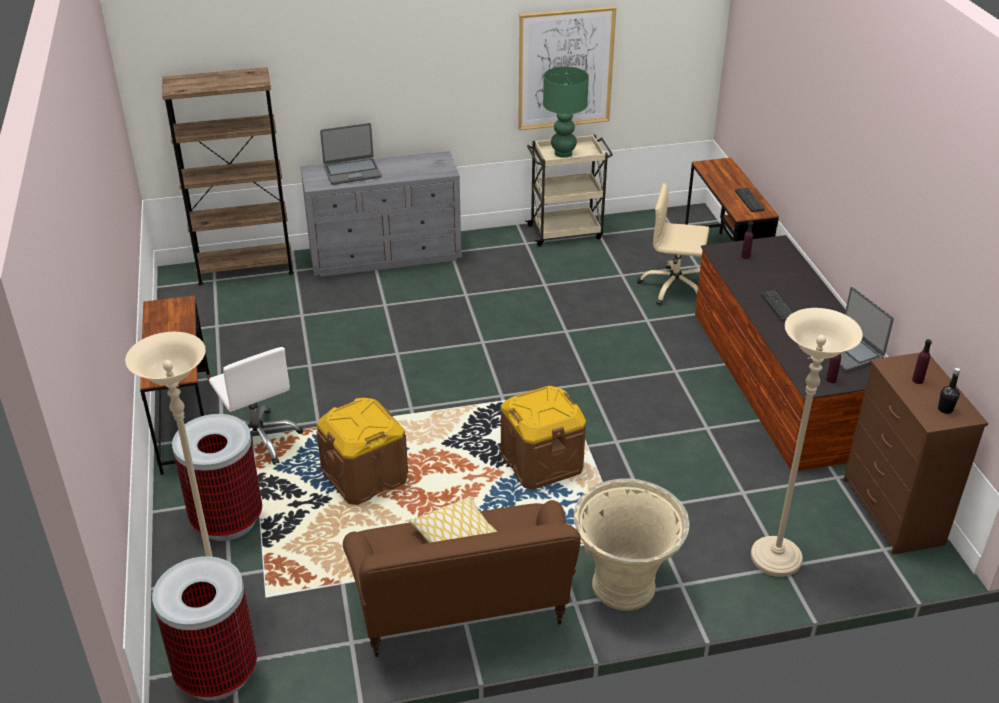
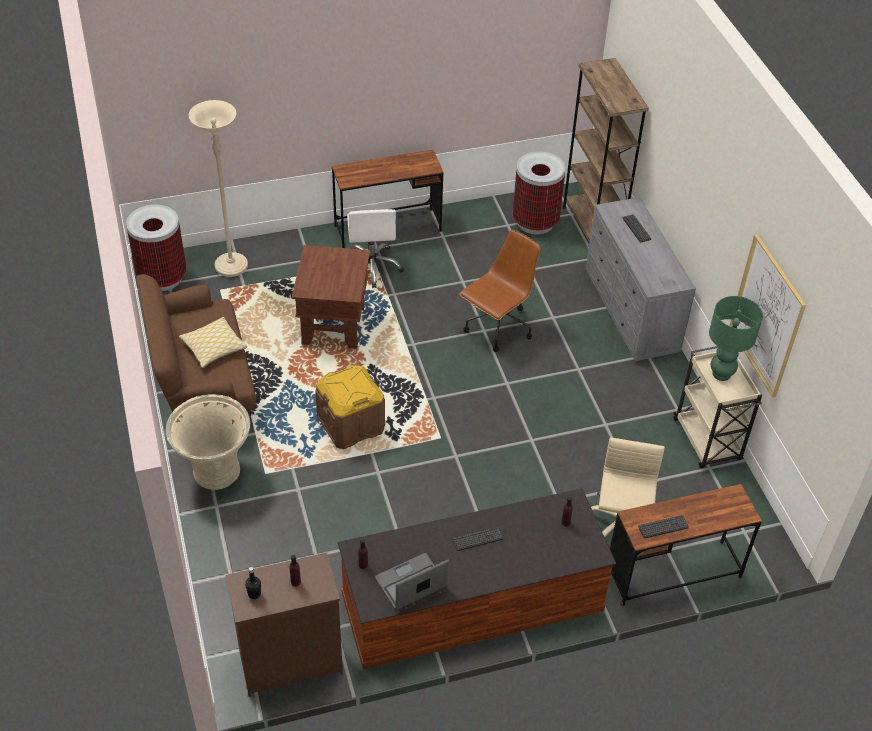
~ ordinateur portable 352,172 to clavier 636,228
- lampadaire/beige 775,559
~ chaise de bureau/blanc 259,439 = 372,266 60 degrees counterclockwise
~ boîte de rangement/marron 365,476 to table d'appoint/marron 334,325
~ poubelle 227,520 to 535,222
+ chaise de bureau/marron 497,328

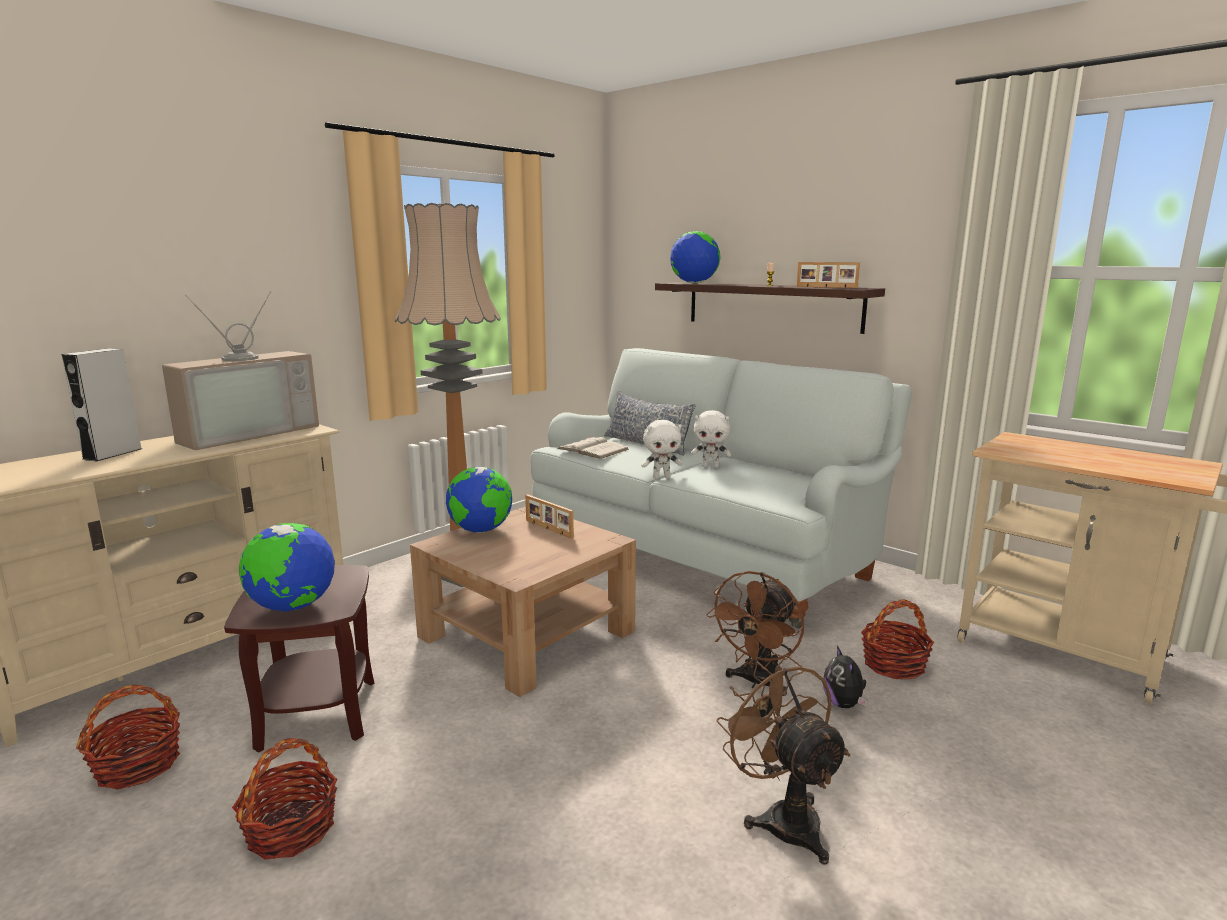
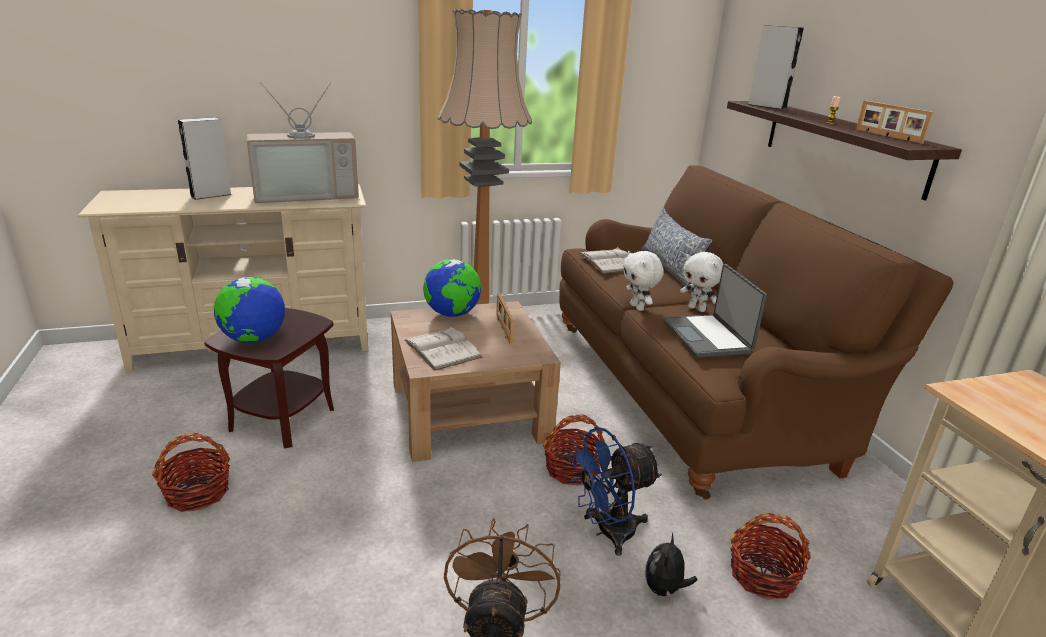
~ globe 694,283 to enceinte/gris 767,106
~ canapé/blanc 704,554 to canapé/marron 694,391
~ peluche/blanc 661,477 = 638,307 45 degrees clockwise
~ ventilateur/marron 757,682 to ventilateur/bleu 607,532
~ panier 138,765 to 572,469
+ ordinateur portable 708,337
+ livre/blanc 442,349

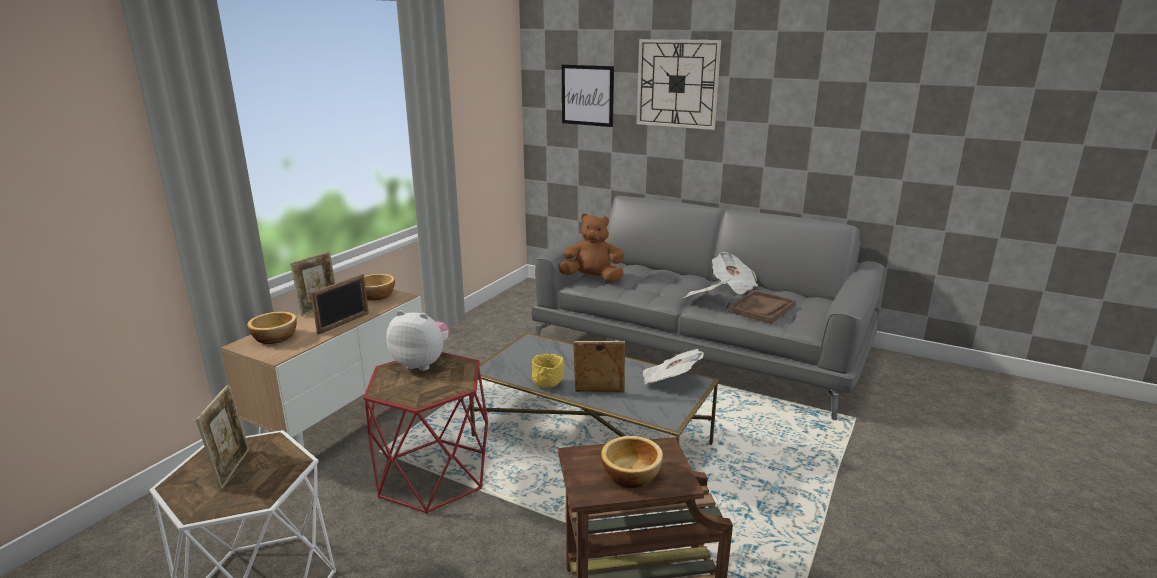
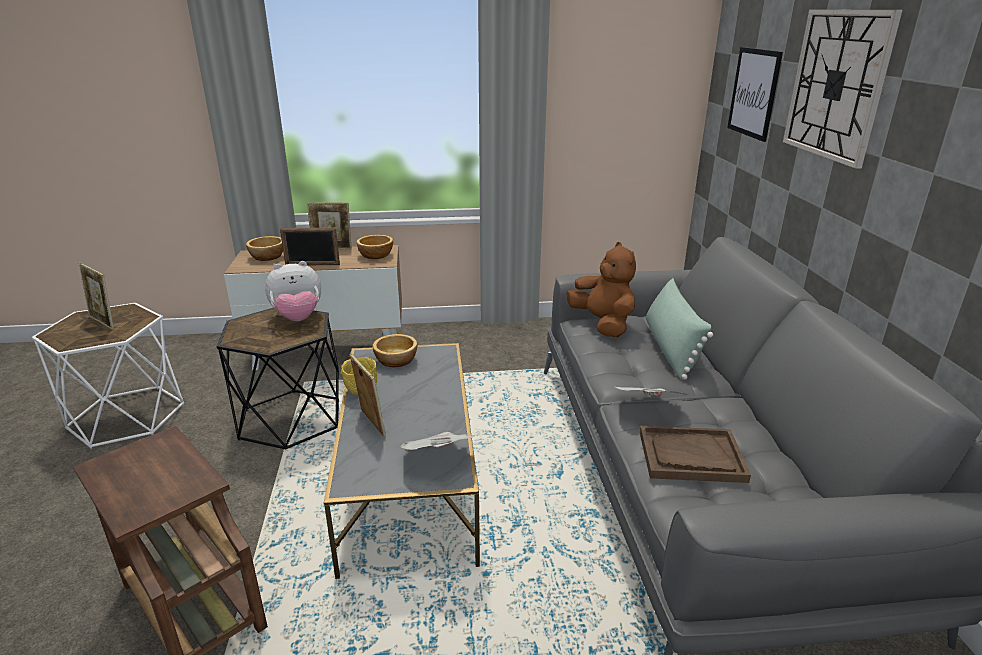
- journal 733,285
~ peluche 421,363 = 298,318 90 degrees clockwise
~ table d'appoint/rouge 434,475 to table d'appoint/noir 290,419
~ cadre photo 232,468 = 103,322 75 degrees clockwise
~ bol 631,474 to 397,360
+ coussin/vert 671,348

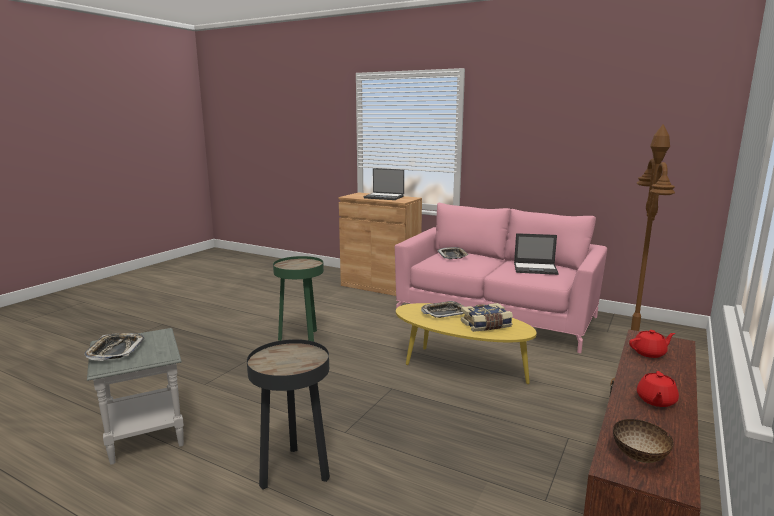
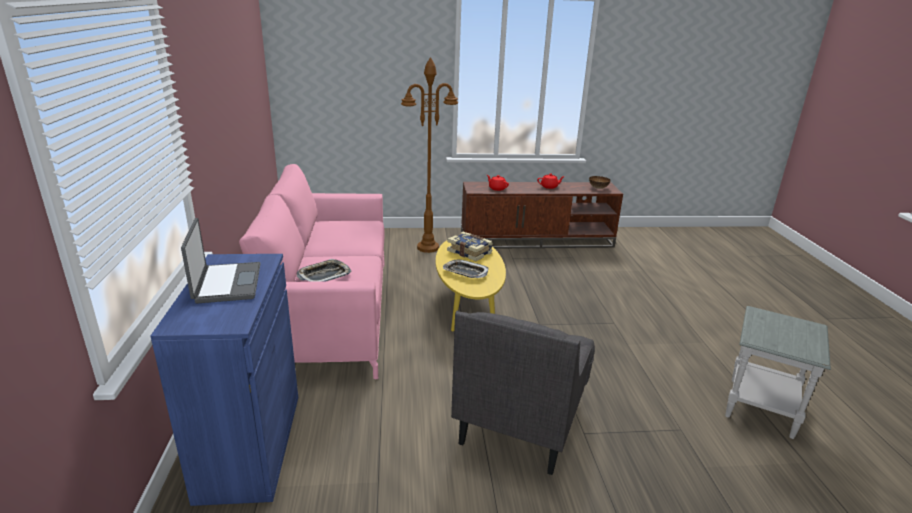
~ meuble de rangement/marron 380,286 to meuble de rangement/bleu 250,445
- ordinateur portable 536,269
~ table d'appoint/vert 302,339 to fauteuil/gris 521,420
- plateau 115,350
- table d'appoint/noir 294,472

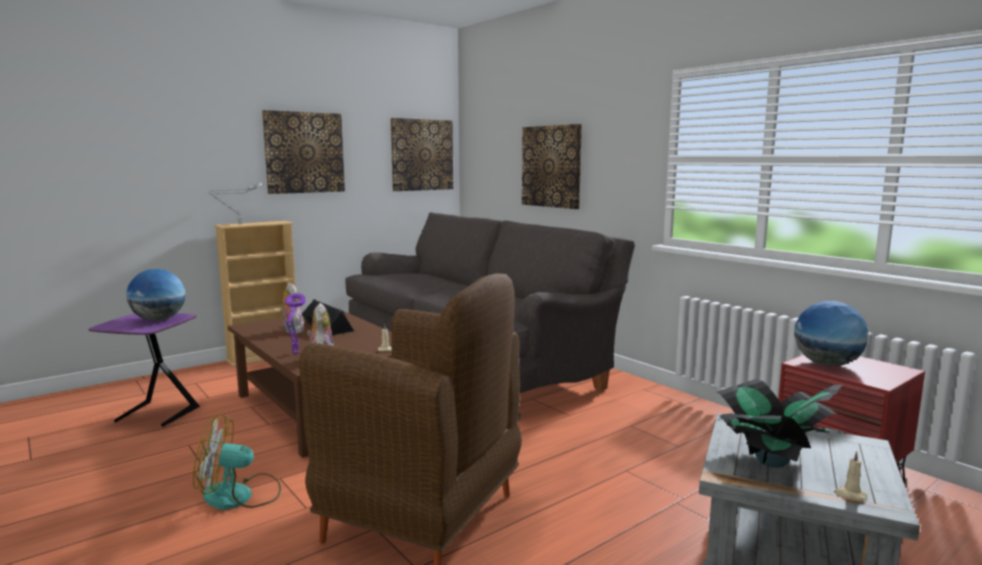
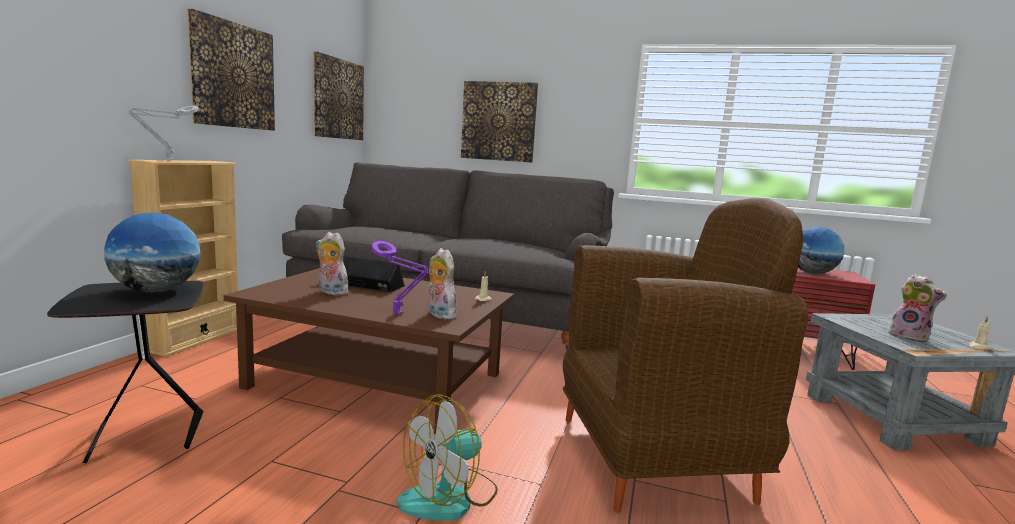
~ table d'appoint/violet 156,415 to table d'appoint/noir 147,437
~ plante en pot 771,462 to peluche 910,337

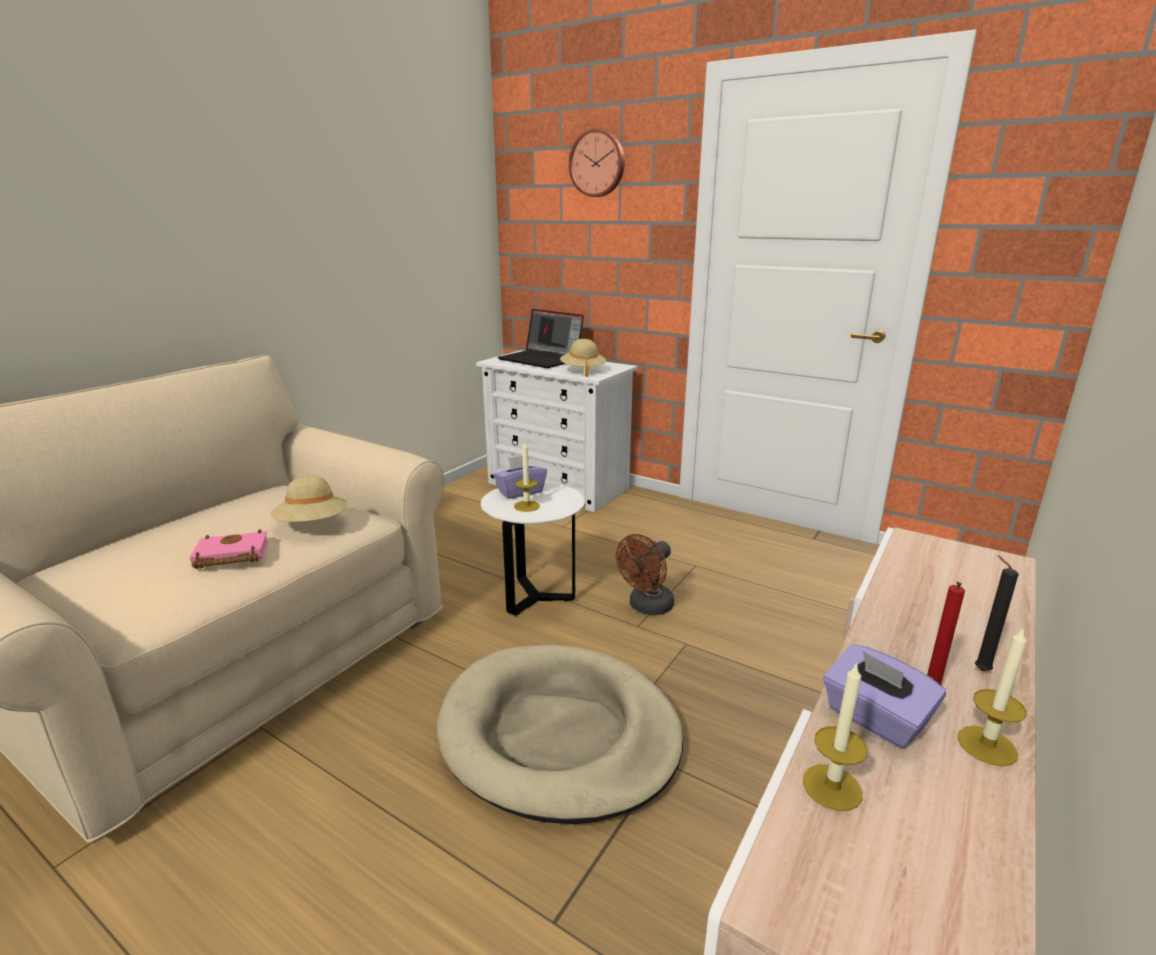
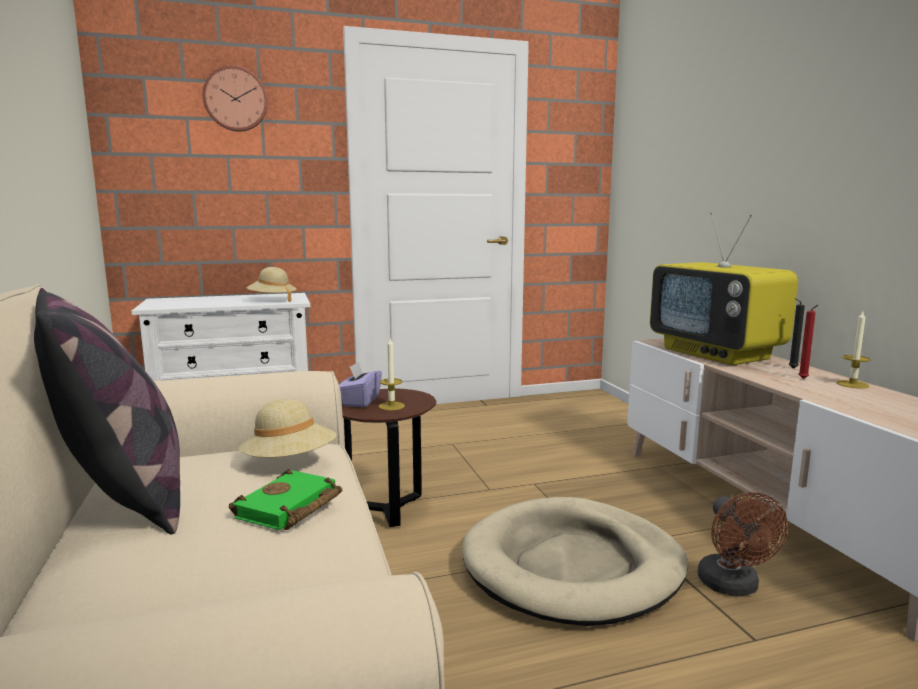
- ordinateur portable 542,359
~ table d'appoint/blanc 535,598 to table d'appoint/marron 388,509
~ livre/rose 229,556 to livre/vert 289,509
~ ventilateur/marron 647,607 to 733,587
- boîte à mouchoirs/violet 874,718
- bougie 832,787
+ téléviseur 717,354
+ coussin 124,496

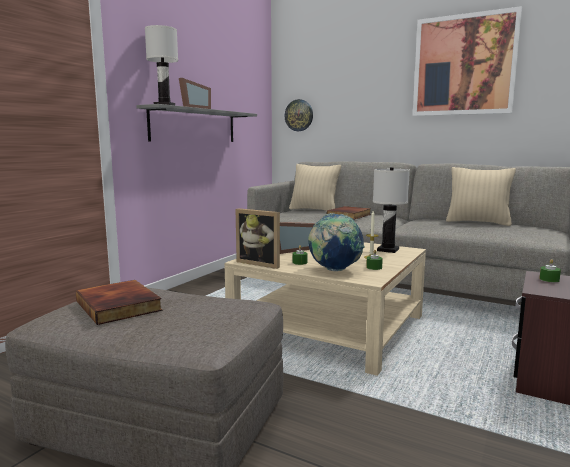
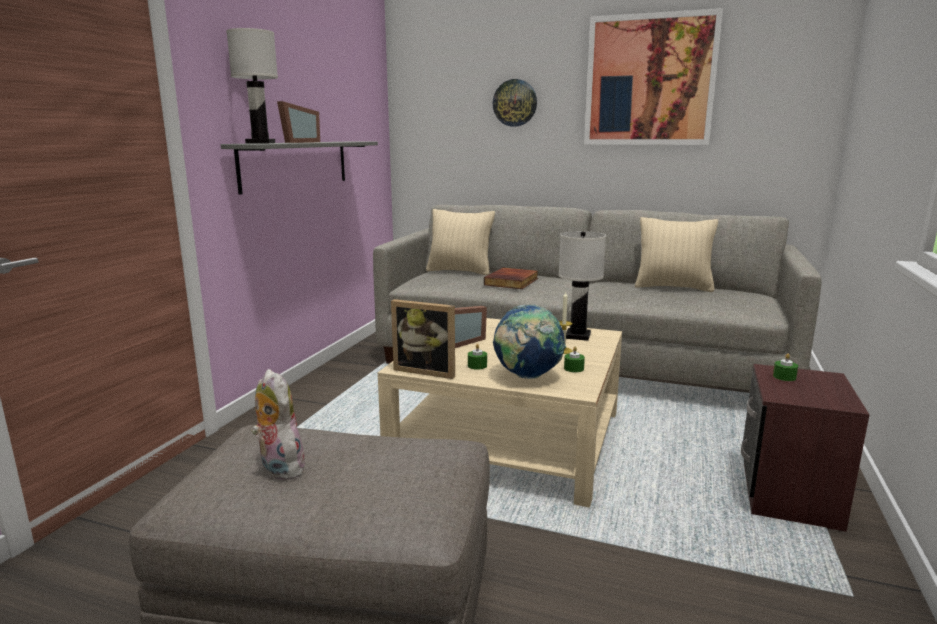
~ horloge murale 299,115 to 515,103
~ livre 120,305 to peluche 278,468

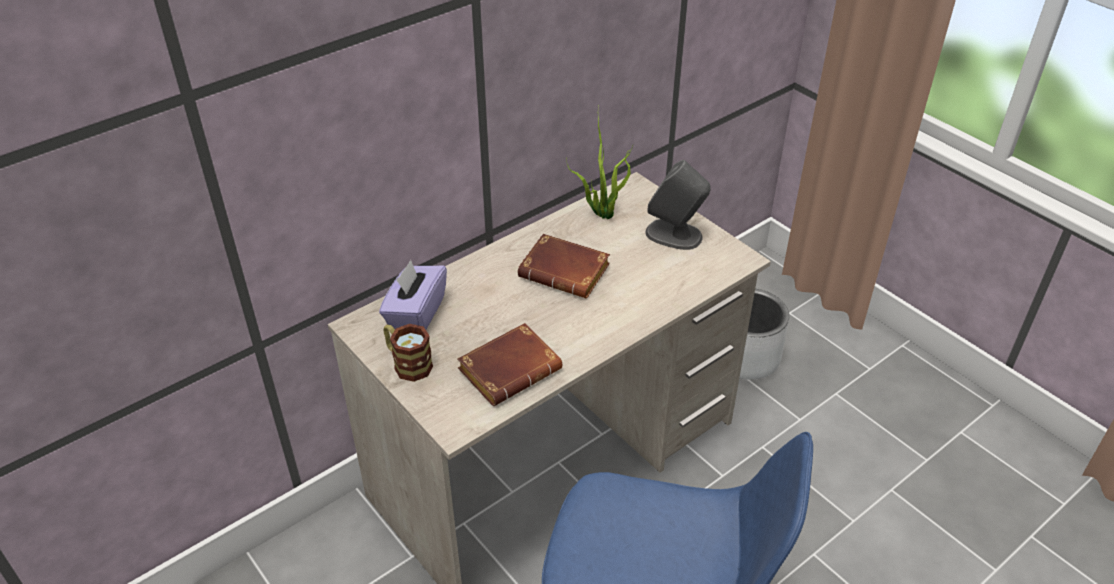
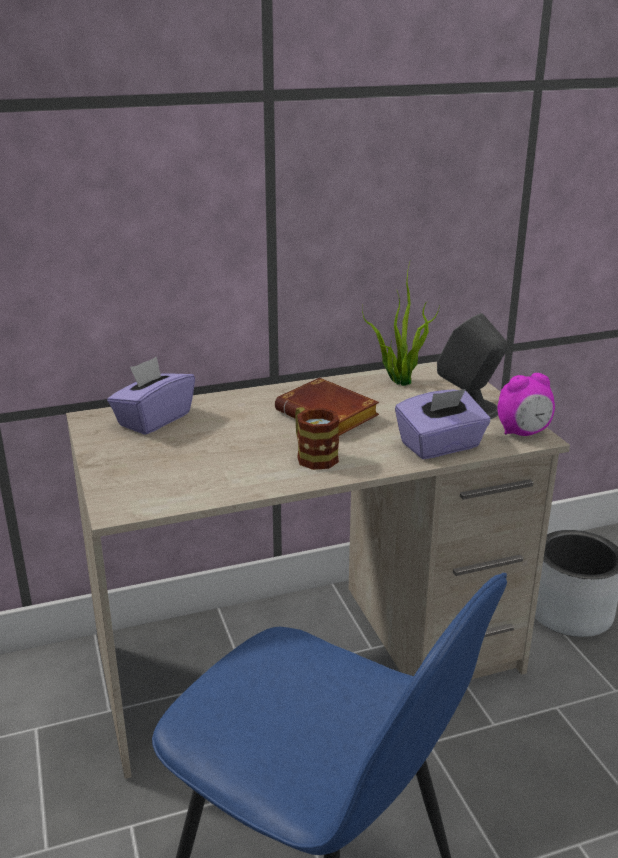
- livre/marron 510,368
~ mug 407,363 to 312,455
+ réveil 523,433
+ boîte à mouchoirs/violet 440,446

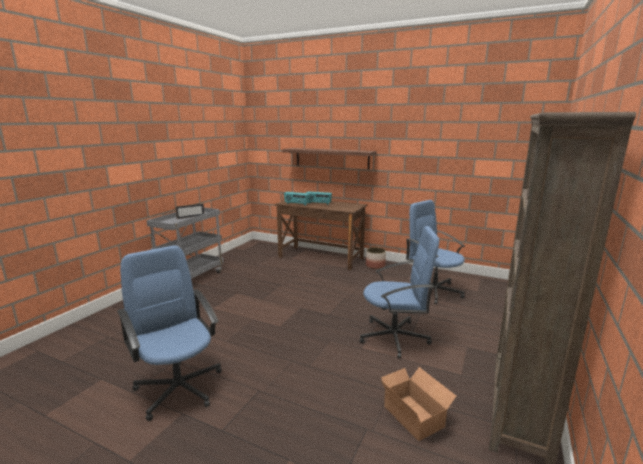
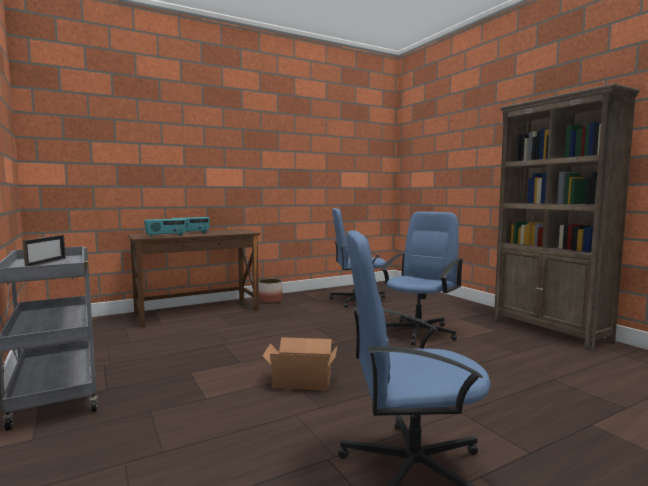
- étagère 331,158
~ carton 414,415 to 301,380

